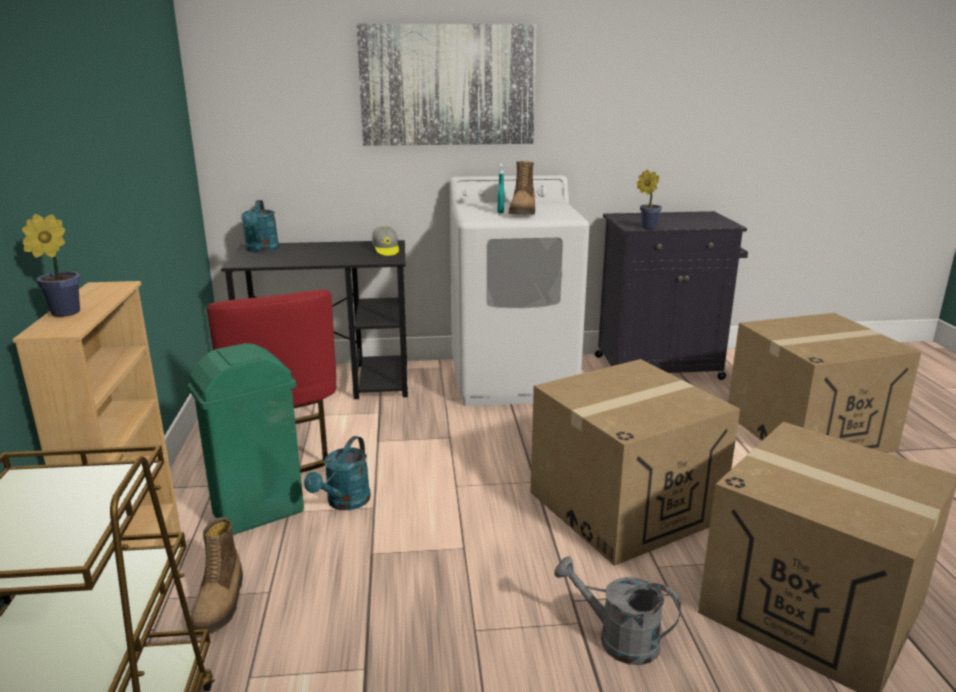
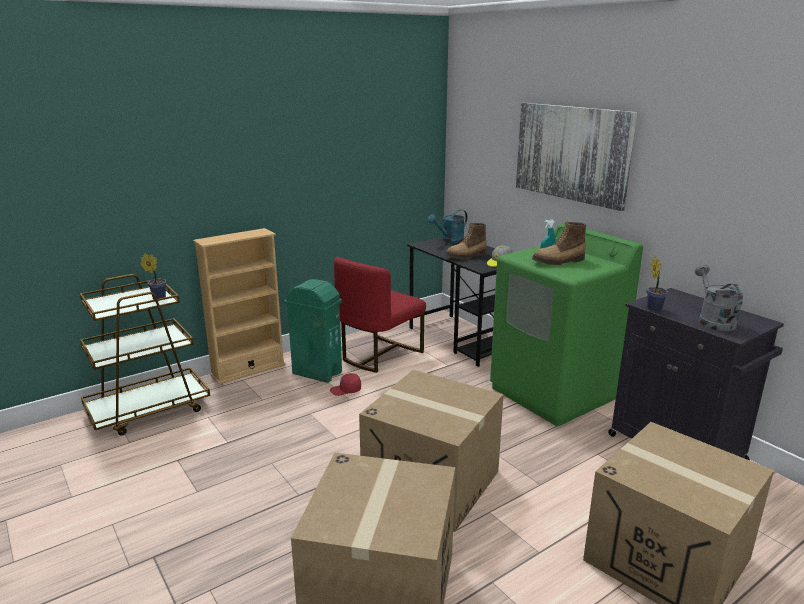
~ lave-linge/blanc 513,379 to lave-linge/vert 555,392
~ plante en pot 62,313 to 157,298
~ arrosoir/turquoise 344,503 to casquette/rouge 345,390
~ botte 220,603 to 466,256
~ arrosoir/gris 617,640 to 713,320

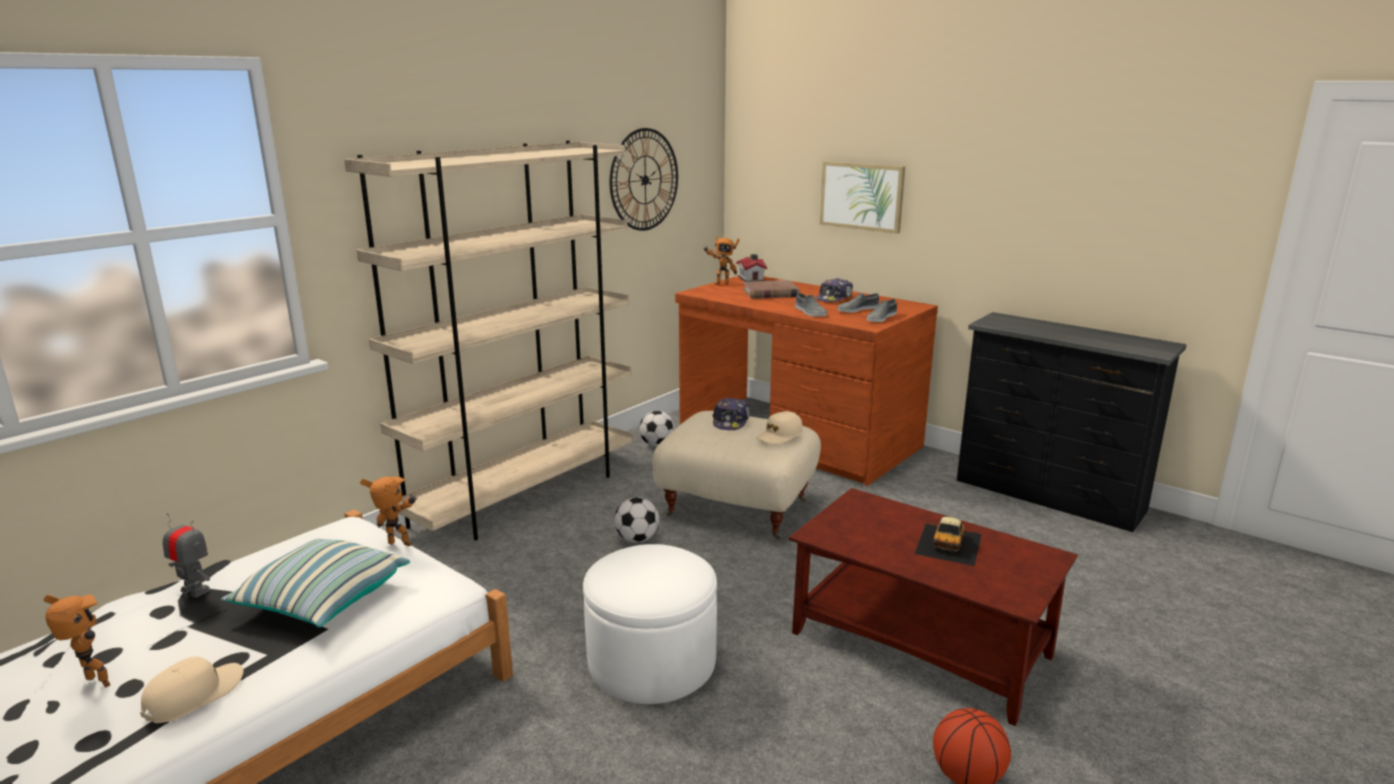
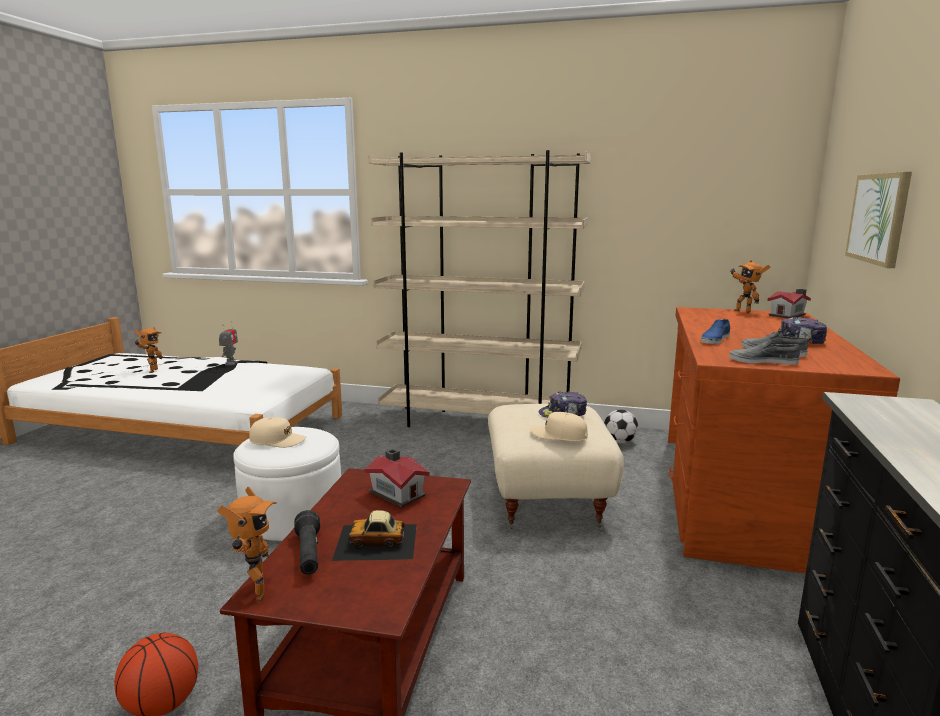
- horloge murale 644,180
- livre/marron 770,293
~ chaussure/gris 810,312 to chaussure/bleu 715,340
~ robot jouet 398,546 to 254,593
- ballon de foot 637,539
- coussin 322,600
~ casquette/beige 194,695 to 278,441
+ maison miniature 397,493
+ lampe de poche/noir 308,554

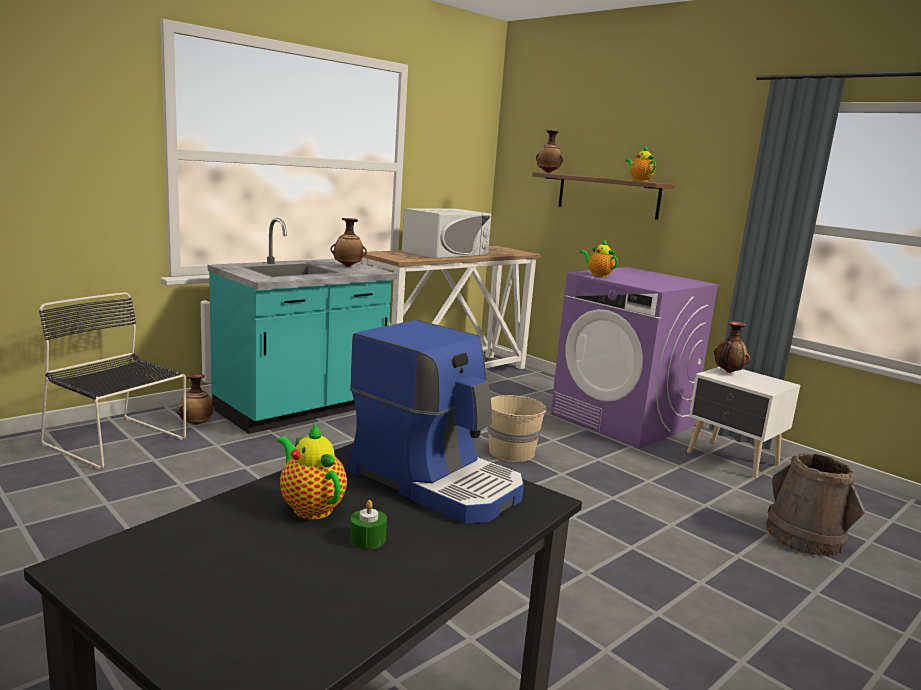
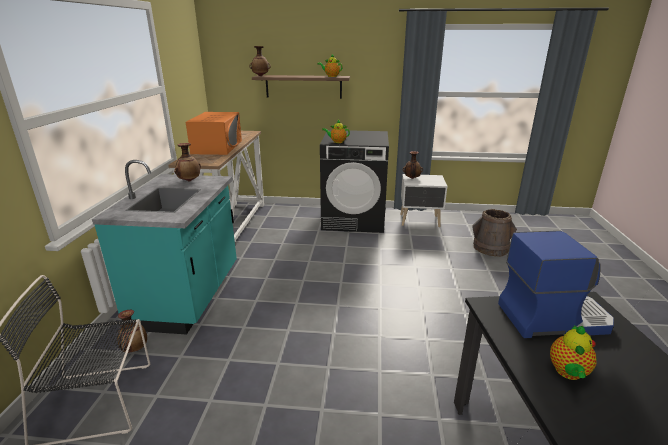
~ micro-ondes/blanc 445,253 to micro-ondes/orange 217,147
~ lave-linge/violet 622,420 to lave-linge/noir 354,219
- seau/beige 511,452
~ théière 310,507 = 568,373 75 degrees counterclockwise
- bougie/vert 367,539

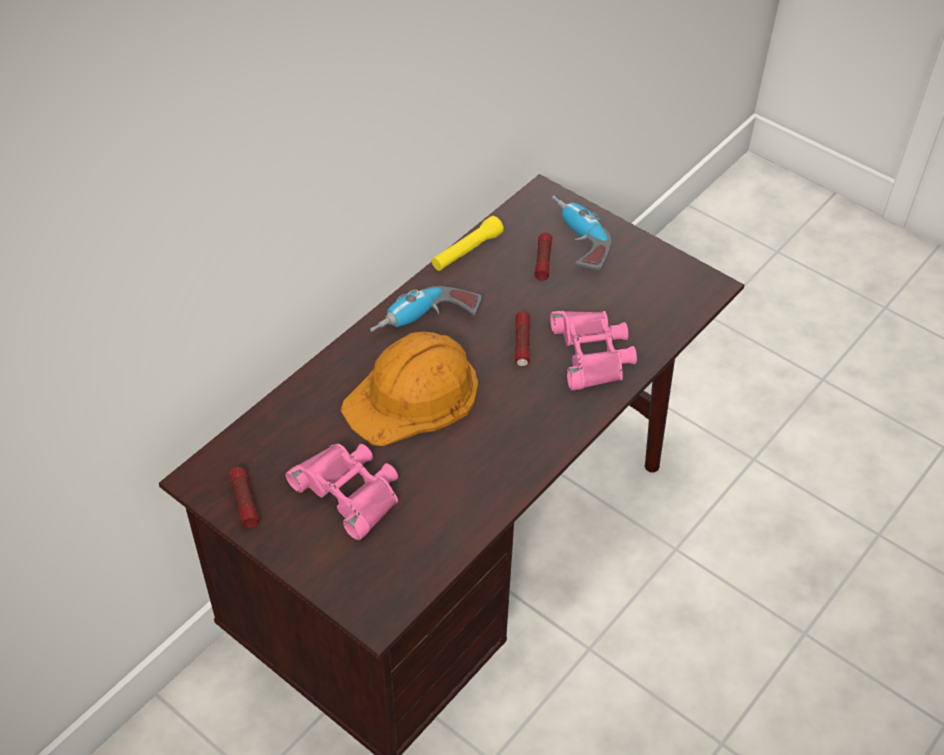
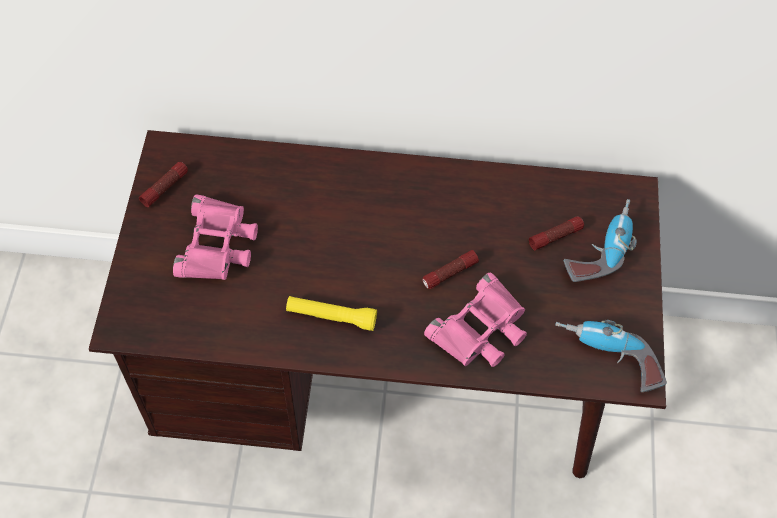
~ lampe de poche/jaune 466,251 to 331,316
~ perceuse 425,322 to 607,358
- casque de chantier/orange 413,395

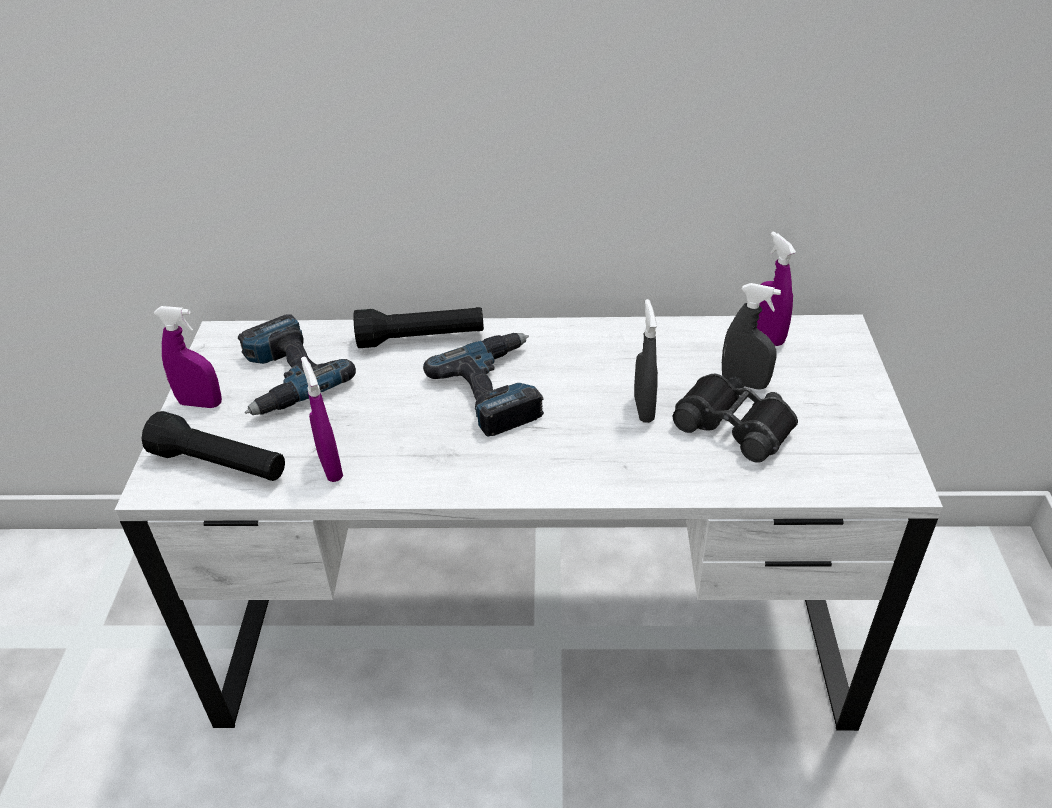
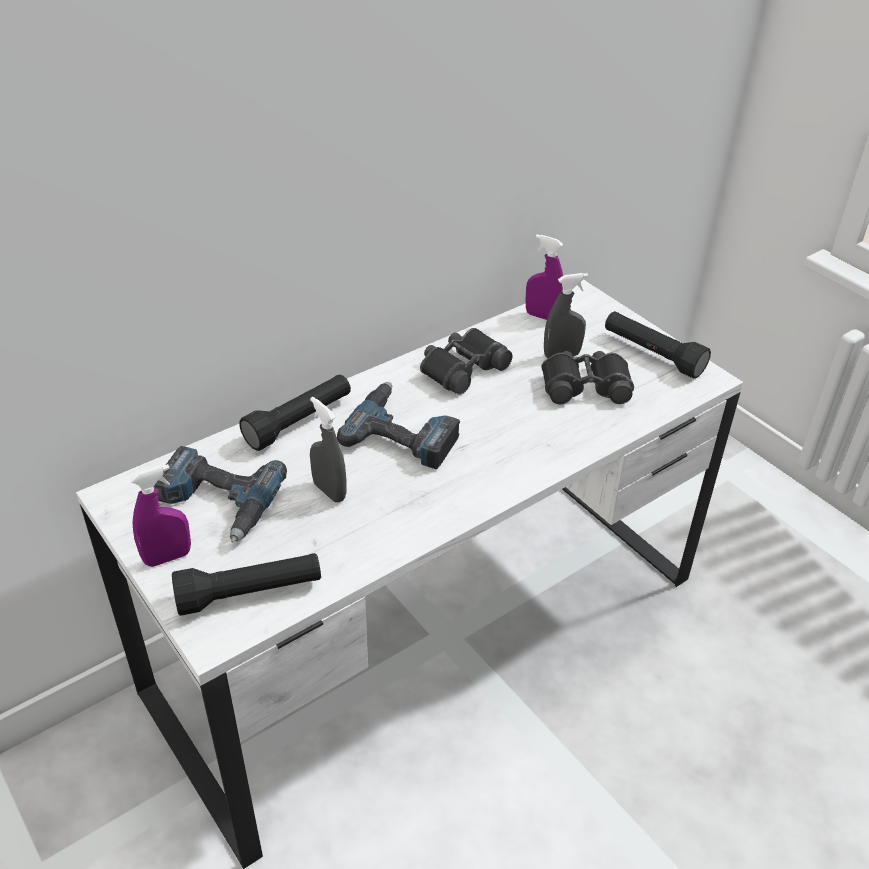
~ vaporisateur/gris 643,409 to 329,491
- vaporisateur/violet 330,467
+ lampe de poche/noir 652,354
+ jumelles/noir 462,368

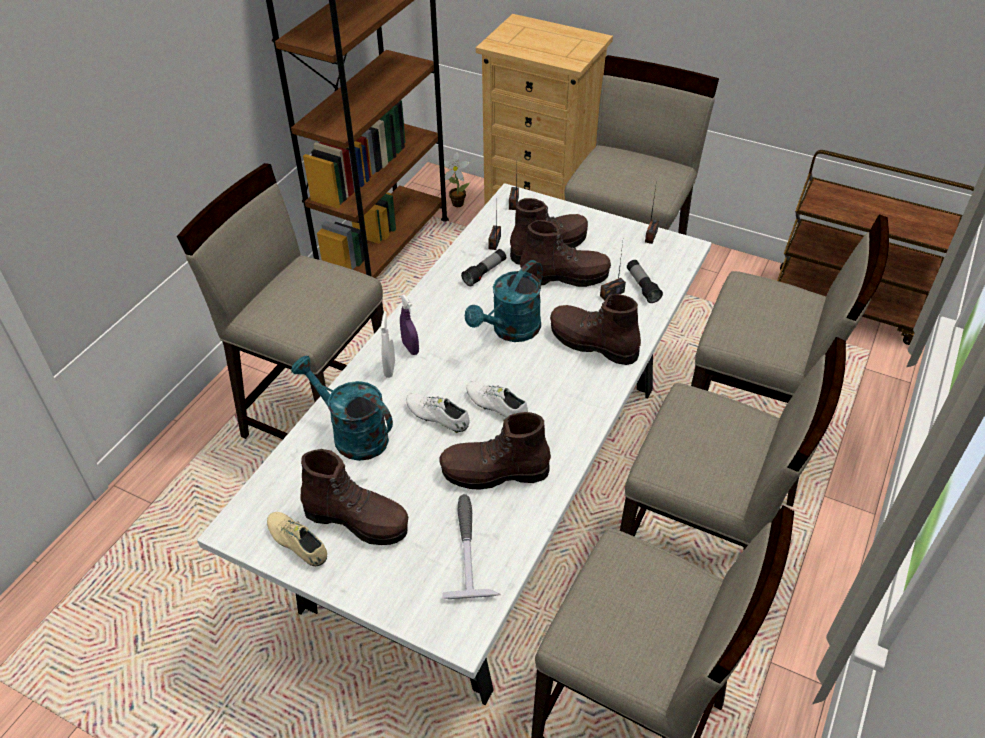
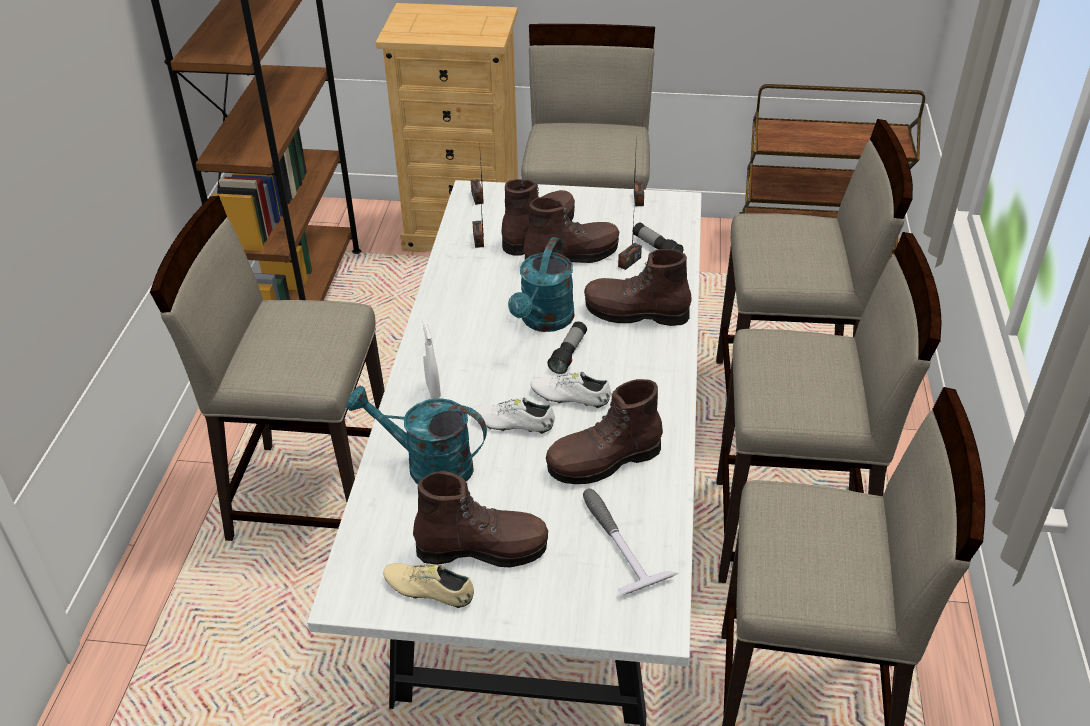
- plante en pot 456,203
~ lampe de poche 485,273 to 568,354
- vaporisateur/violet 410,348

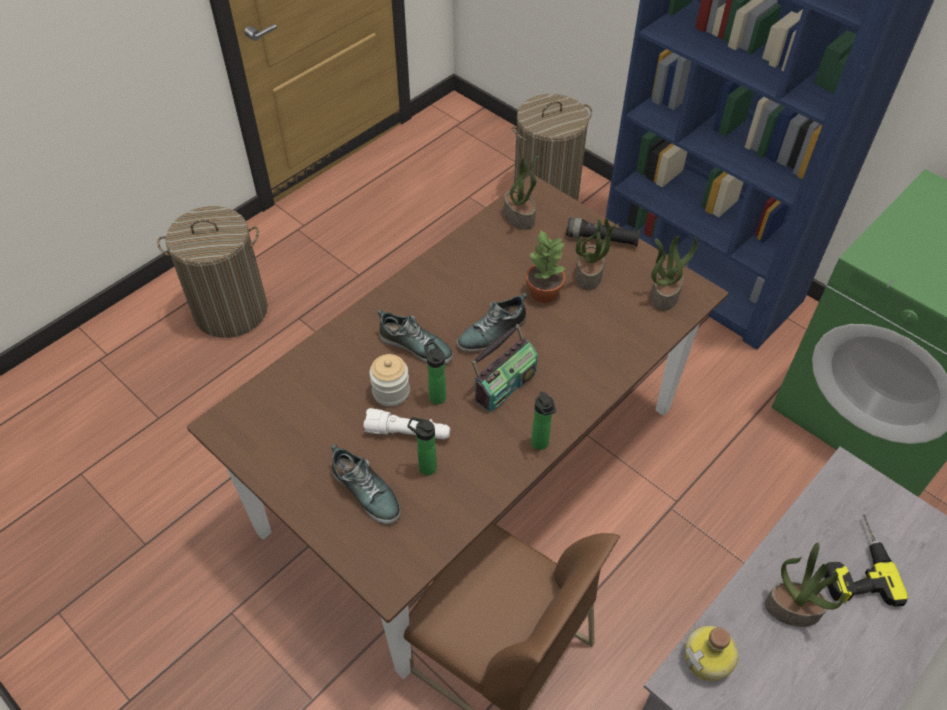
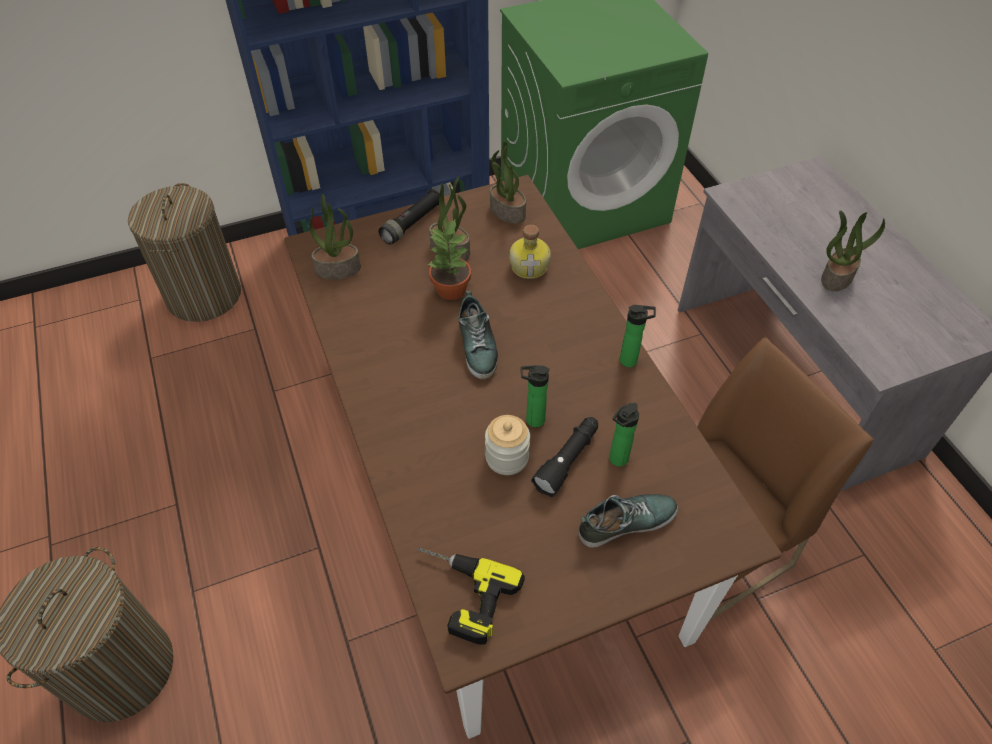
- chaussure 416,345
- radio 504,384
~ lampe de poche/blanc 408,433 to lampe de poche/noir 567,460
~ perceuse 853,564 to 459,595
~ bouteille 708,660 to 530,266

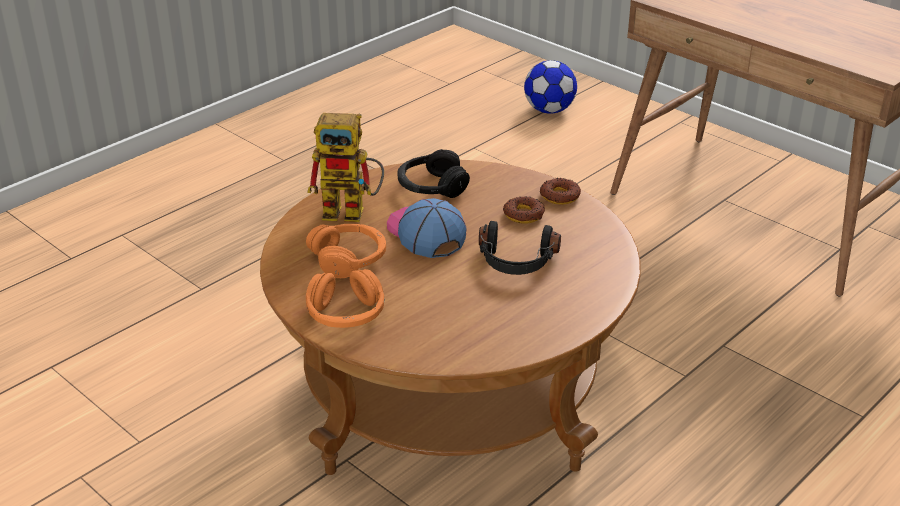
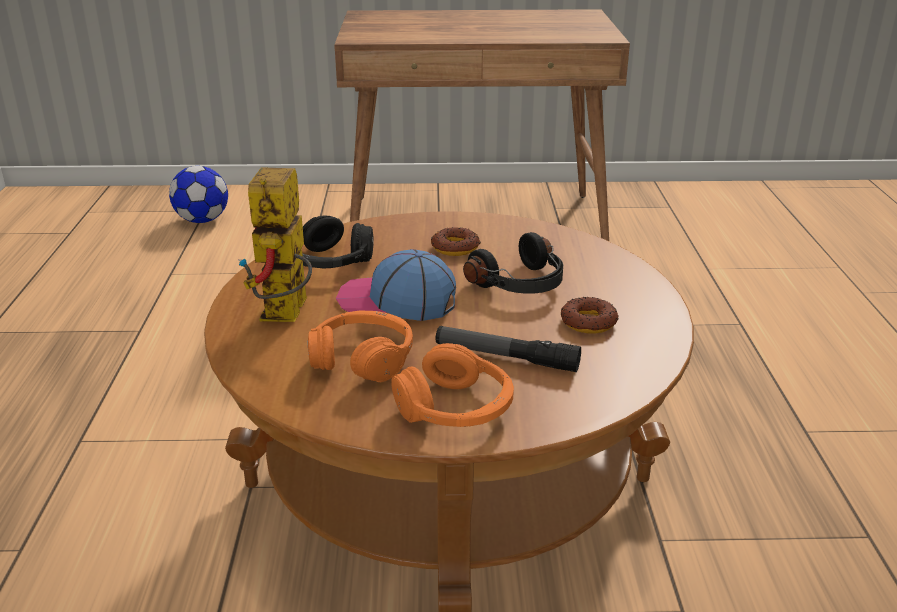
~ robot jouet 353,211 = 287,316 135 degrees clockwise
~ beignet 559,196 to 588,322
+ lampe de poche 506,357

